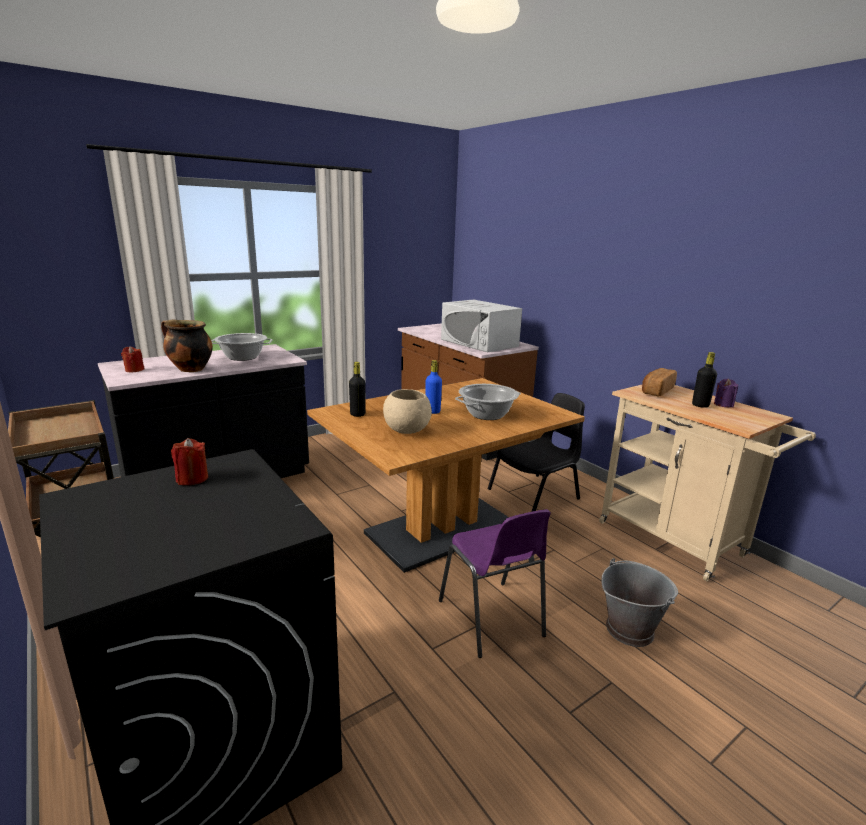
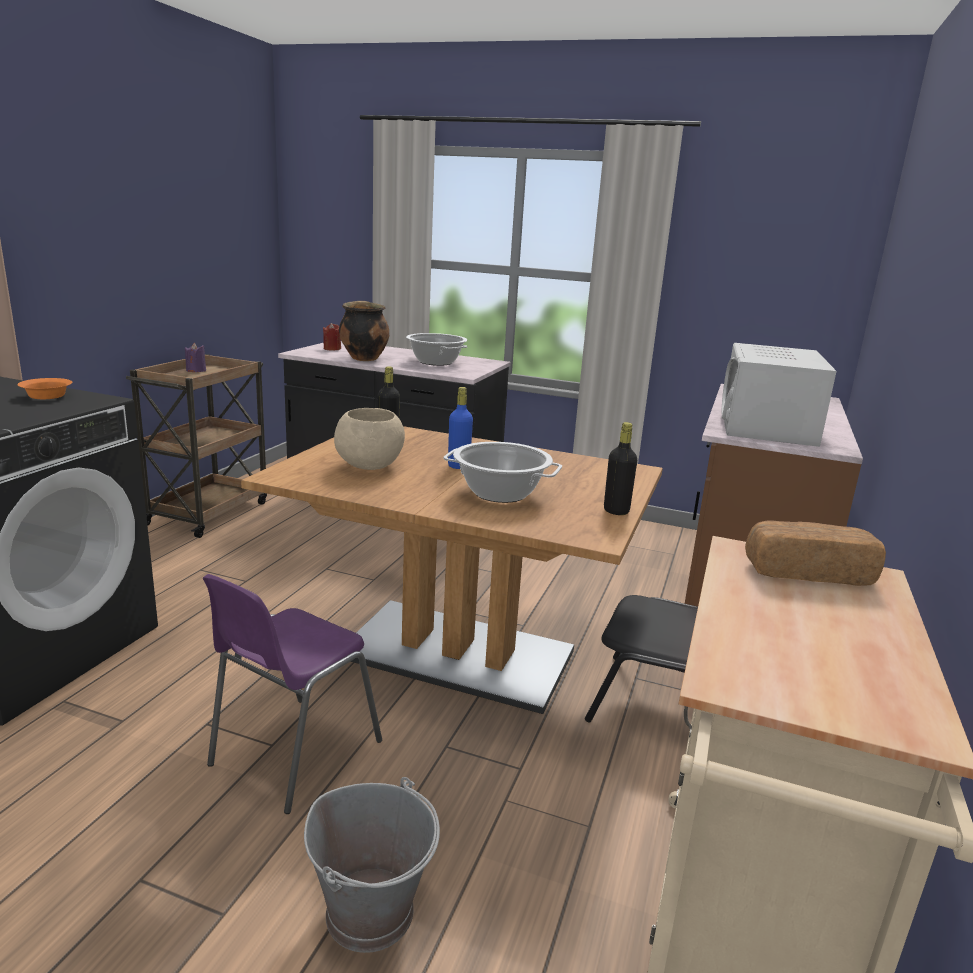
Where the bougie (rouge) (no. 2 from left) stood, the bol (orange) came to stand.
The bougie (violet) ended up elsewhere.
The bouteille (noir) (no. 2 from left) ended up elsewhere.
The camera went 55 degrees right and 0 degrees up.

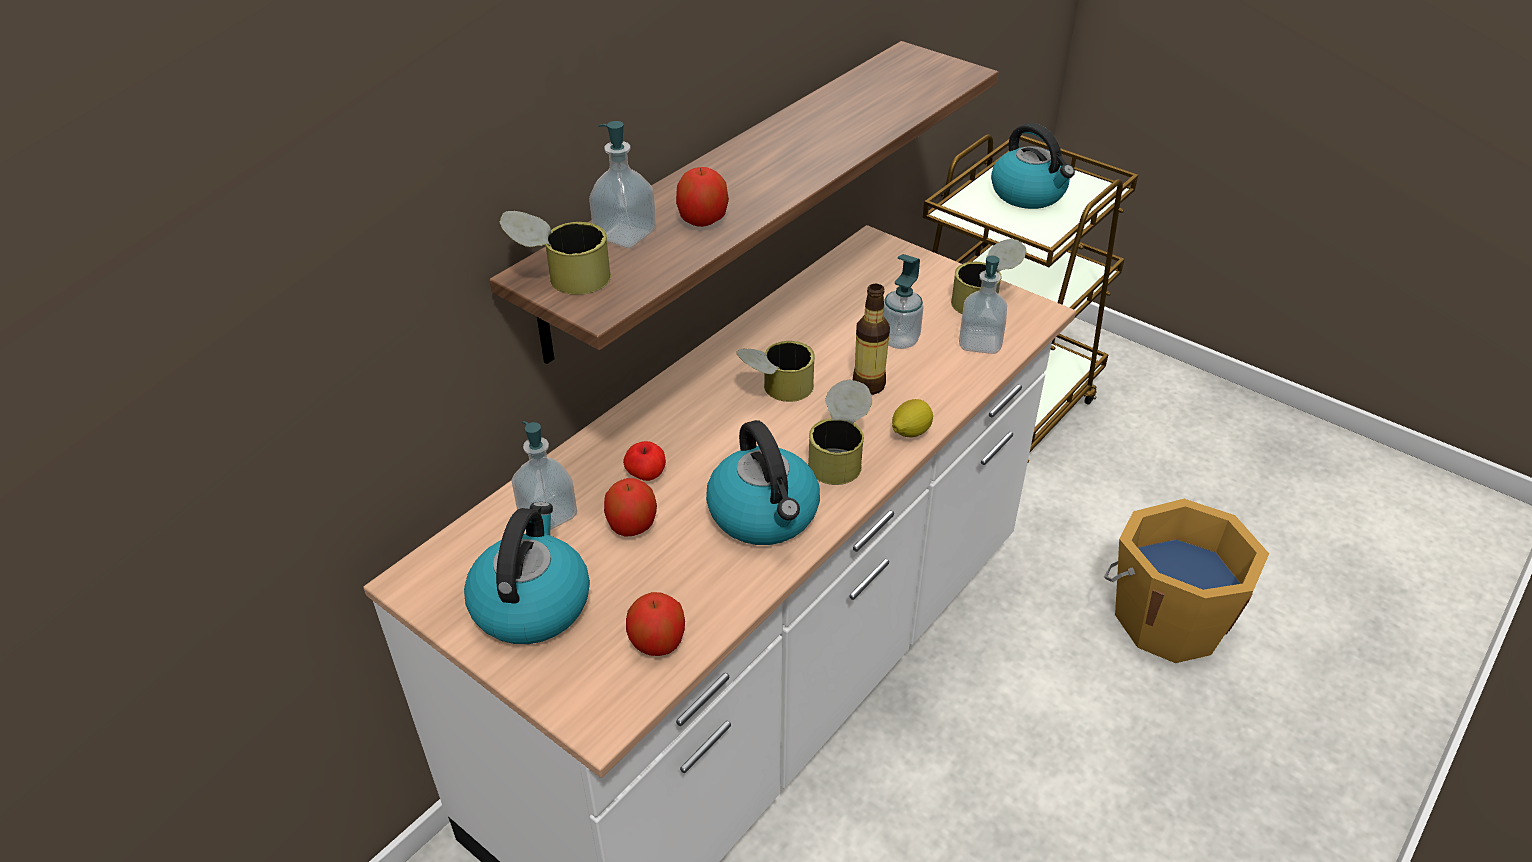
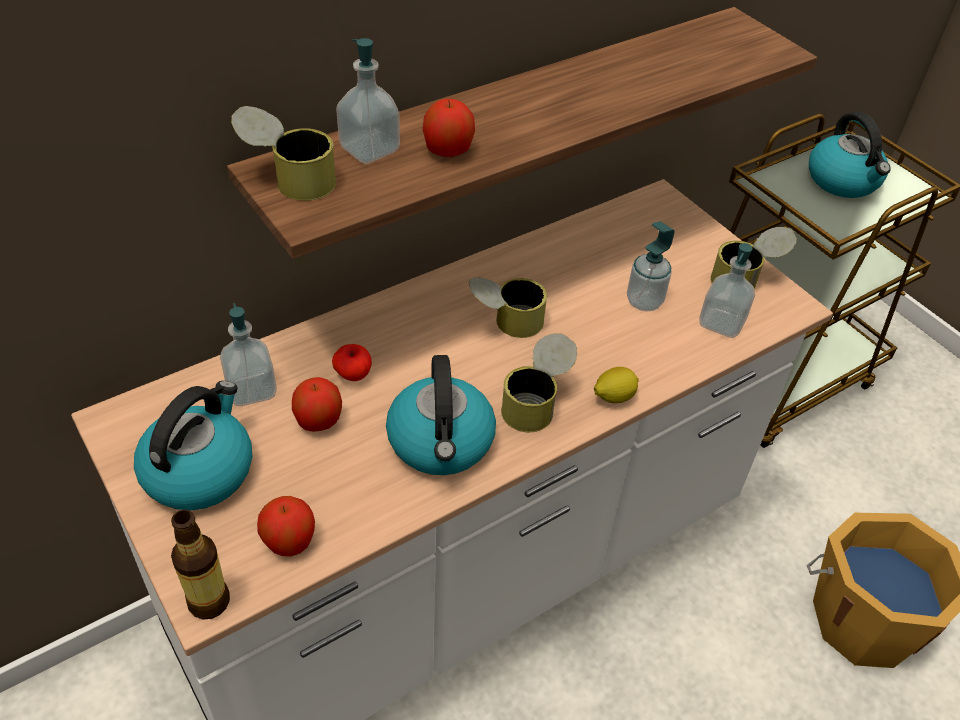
The bouteille ended up elsewhere.
The camera went 15 degrees right and 5 degrees up.

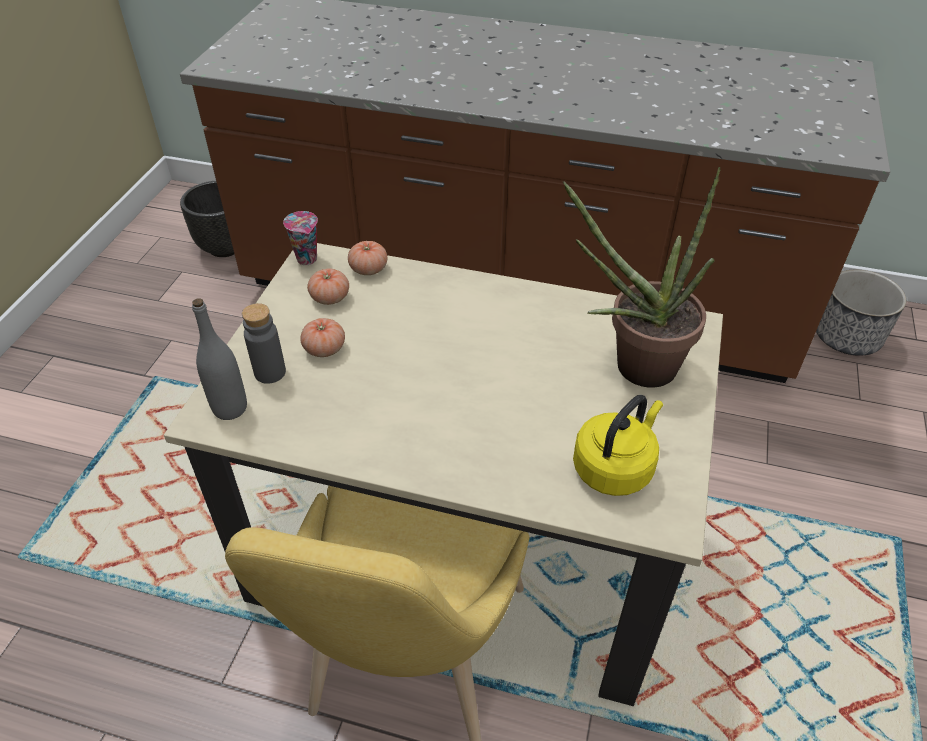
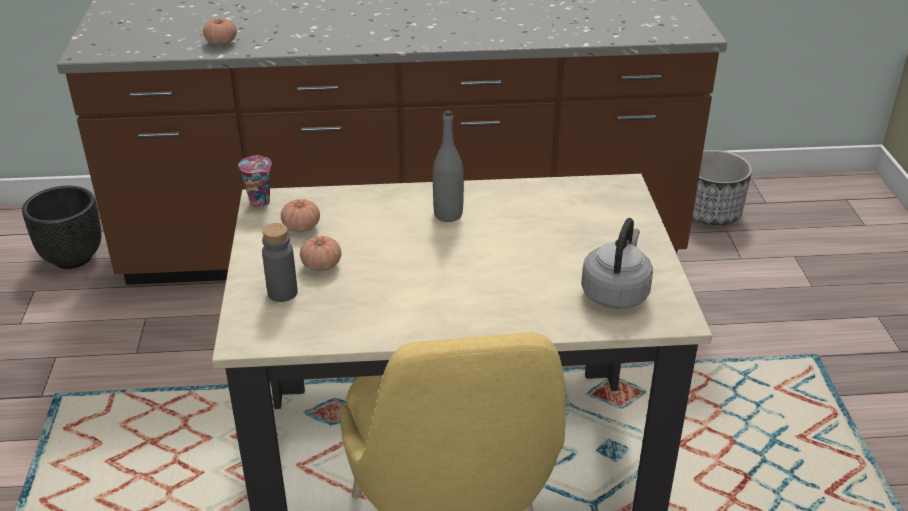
The tomate (no. 3 from left in the first image) ended up elsewhere.
The bouteille (gris) (no. 1 from left in the first image) ended up elsewhere.
What was the bouilloire (jaune) turned into the bouilloire (gris).
The second view lost the plante en pot.
The camera went 20 degrees left and 10 degrees down.

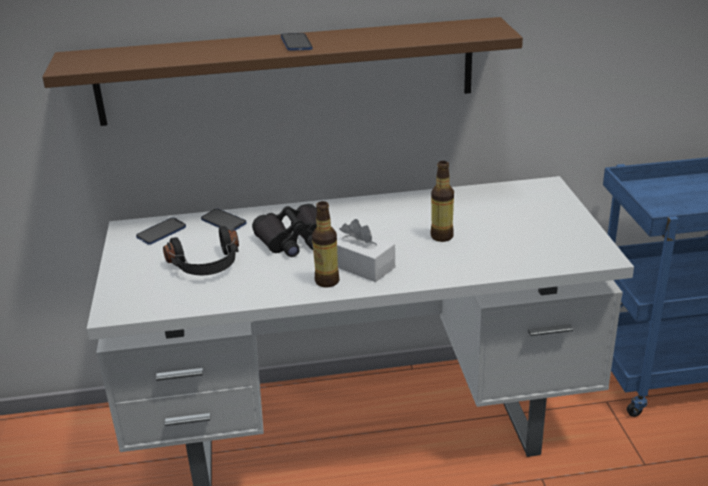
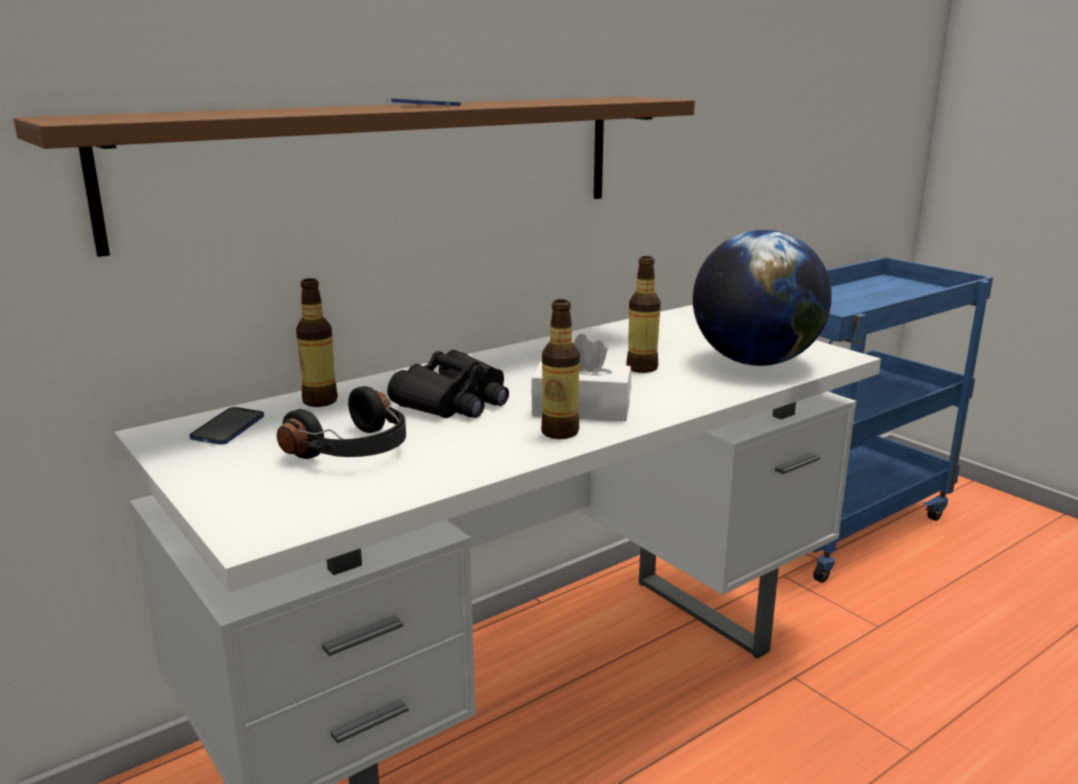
Where the téléphone (no. 2 from left) stood, the bouteille (no. 1 from left) came to stand.
The second view gained the globe.
The camera went 30 degrees left and 10 degrees down.

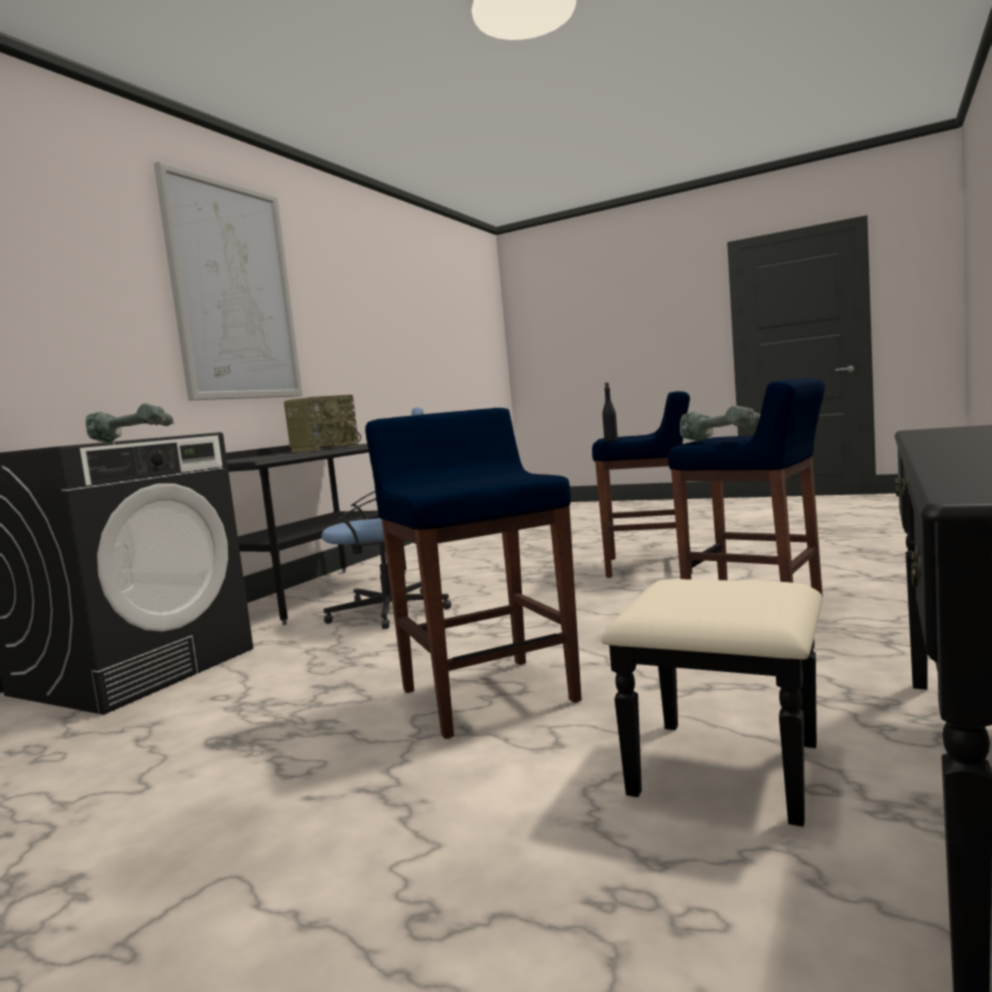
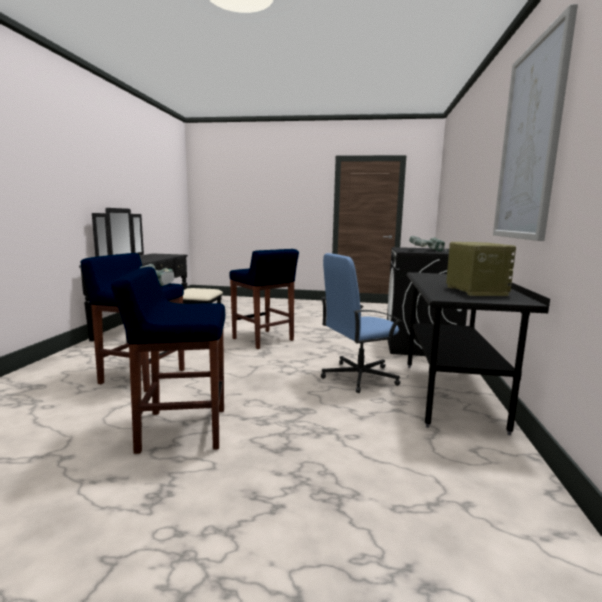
The radio ended up facing another way, 150 degrees clockwise from before.
The second view lost the bouteille (noir).
The camera went 160 degrees right and 5 degrees up.

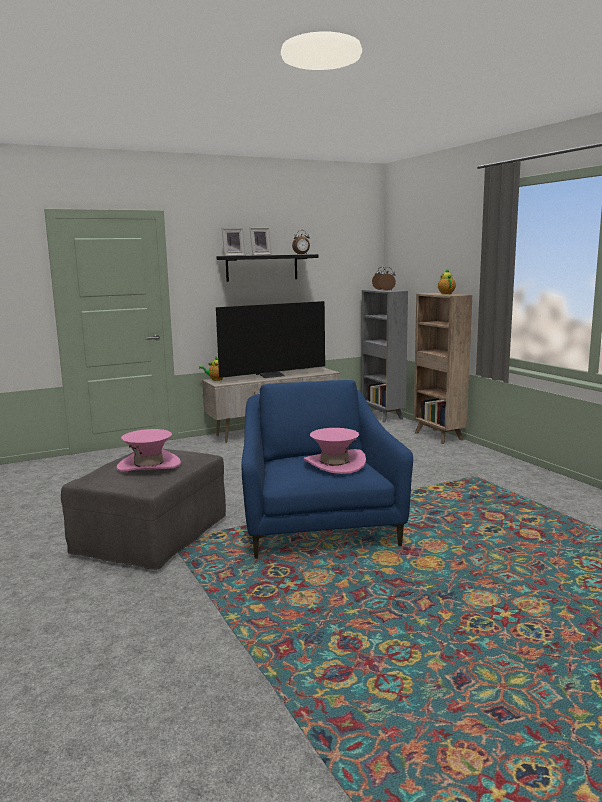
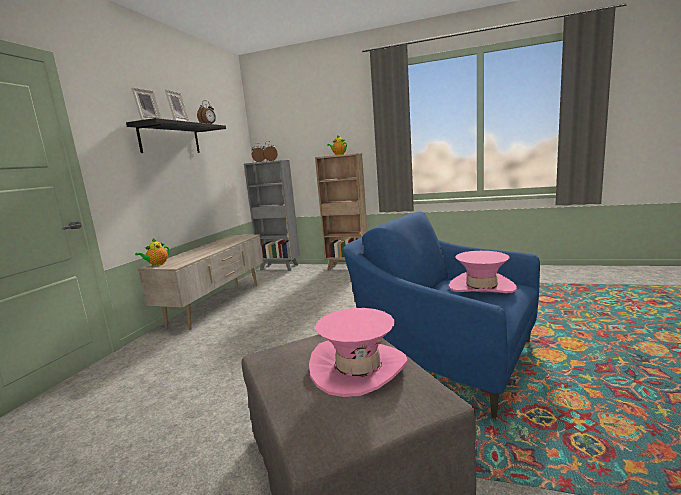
The second view lost the téléviseur.
The camera went 45 degrees left and 0 degrees up.

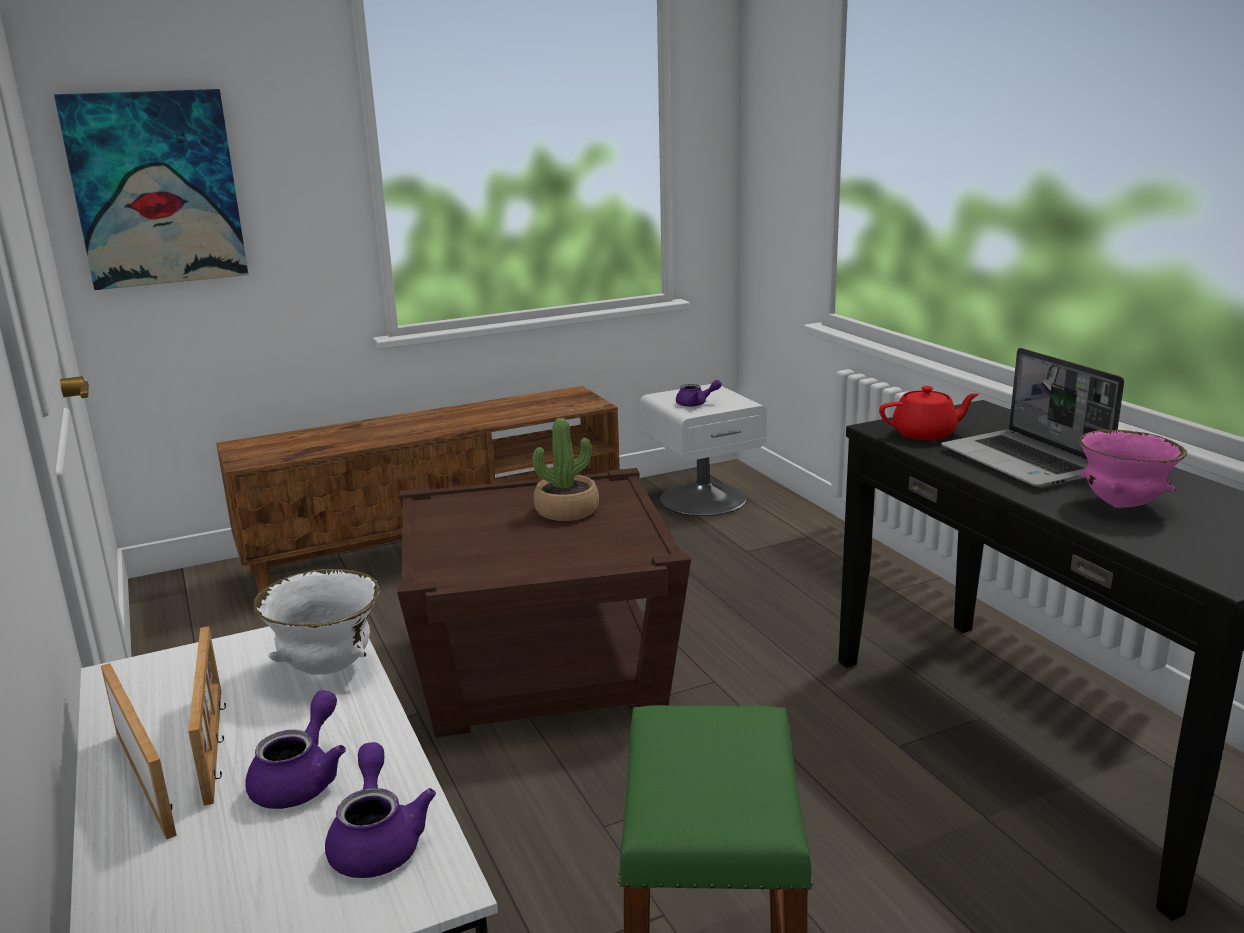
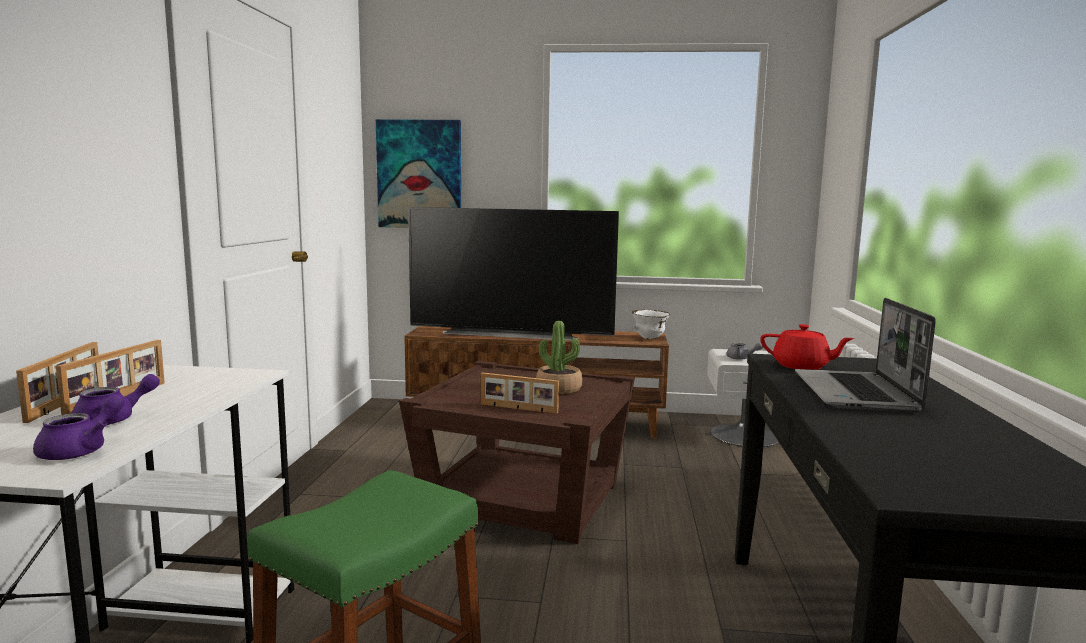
The second view gained the téléviseur.
The second view gained the cadre photo (no. 3 from left).
The bol (blanc) ended up elsewhere.
What was the théière (violet) (no. 3 from left) turned into the théière (gris).
The second view lost the bol (rose).
The camera went 30 degrees right and 10 degrees down.

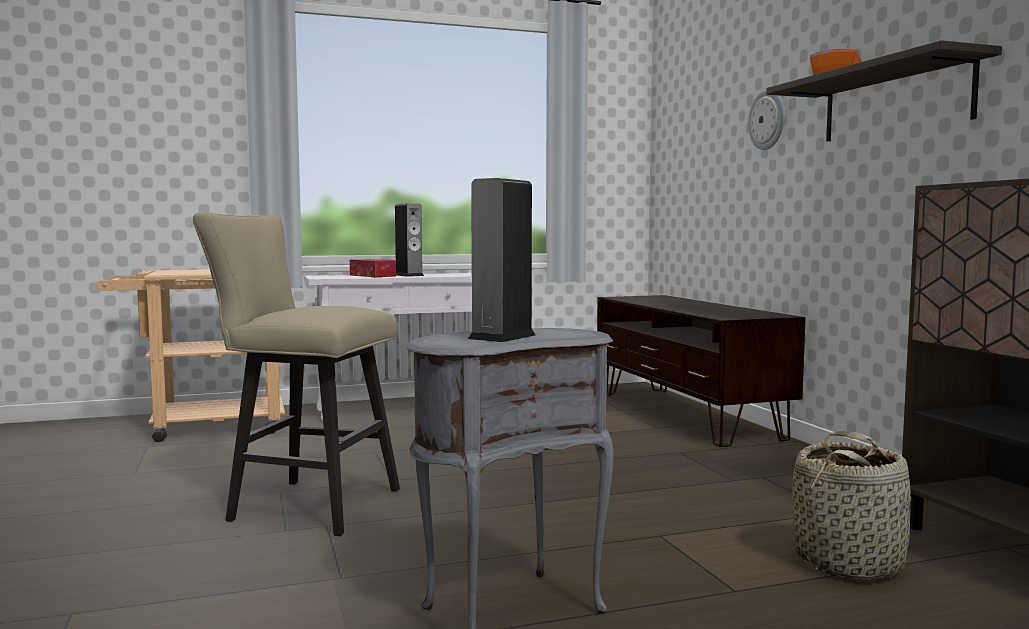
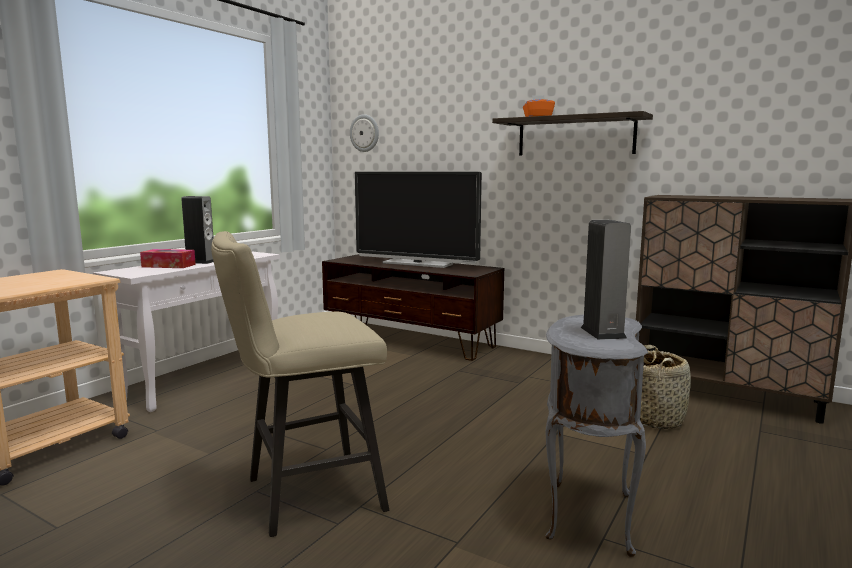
The horloge murale ended up elsewhere.
The second view gained the téléviseur.
The camera went 40 degrees left and 5 degrees up.

